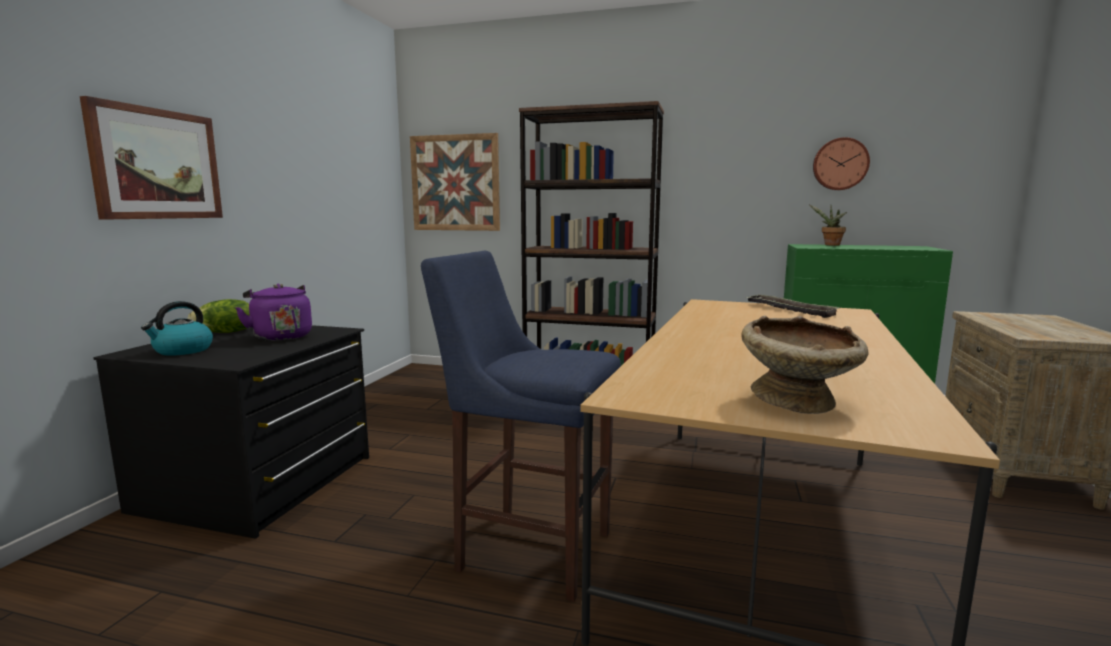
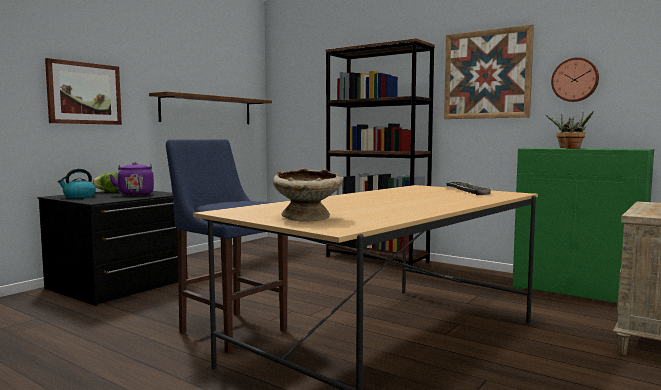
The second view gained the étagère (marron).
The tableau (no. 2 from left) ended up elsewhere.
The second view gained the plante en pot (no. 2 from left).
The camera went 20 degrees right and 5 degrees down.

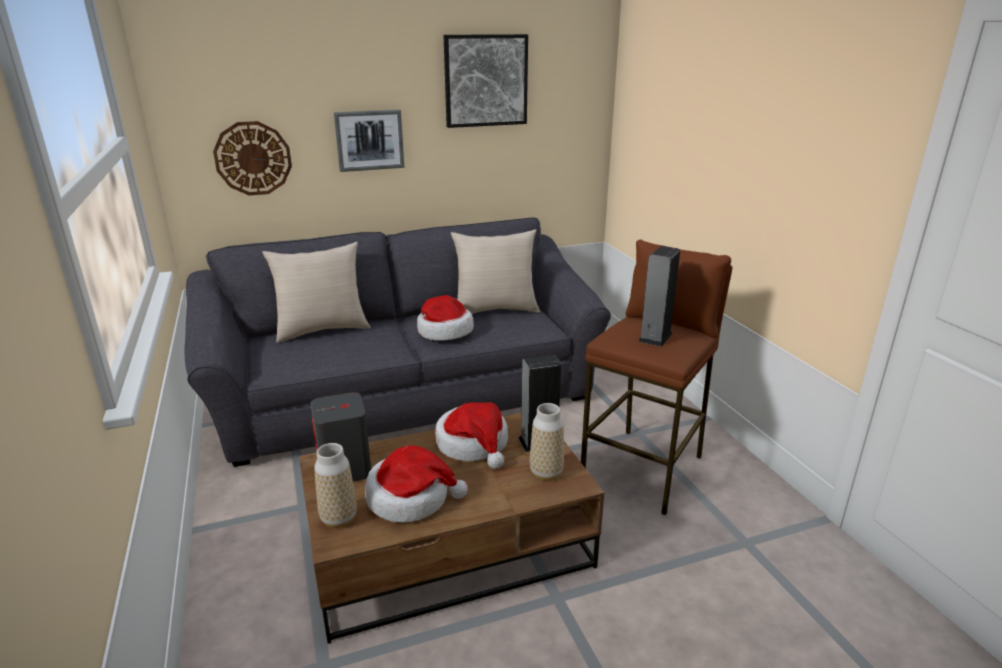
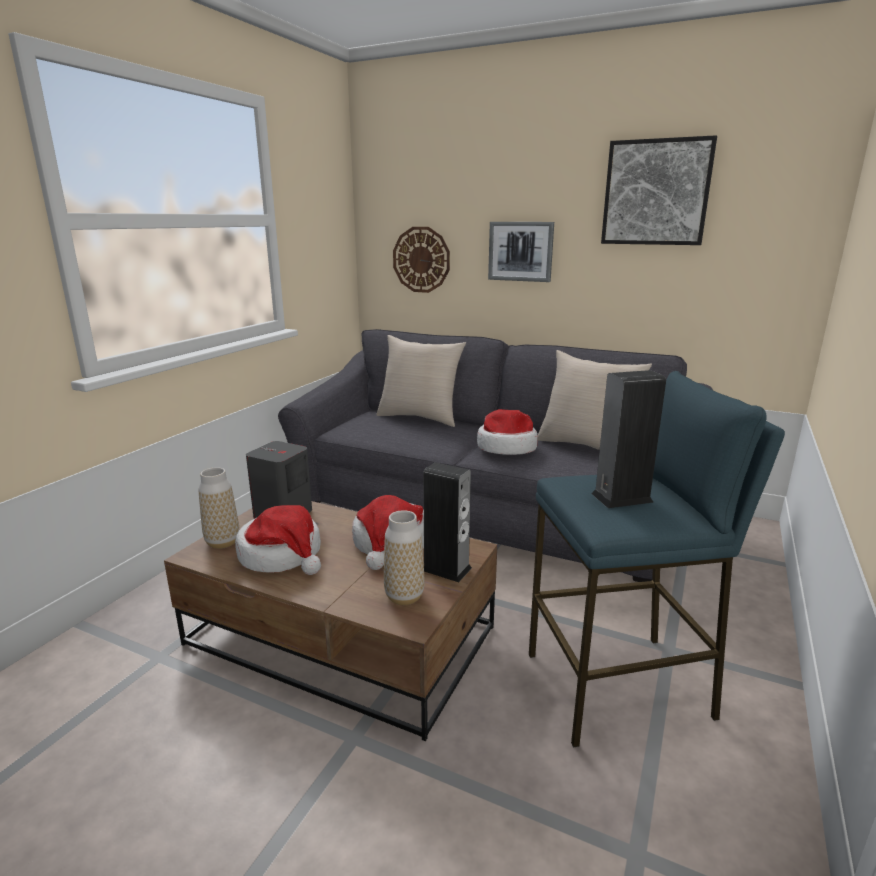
What was the tabouret (marron) turned into the tabouret (bleu).
The camera went 45 degrees right and 5 degrees down.

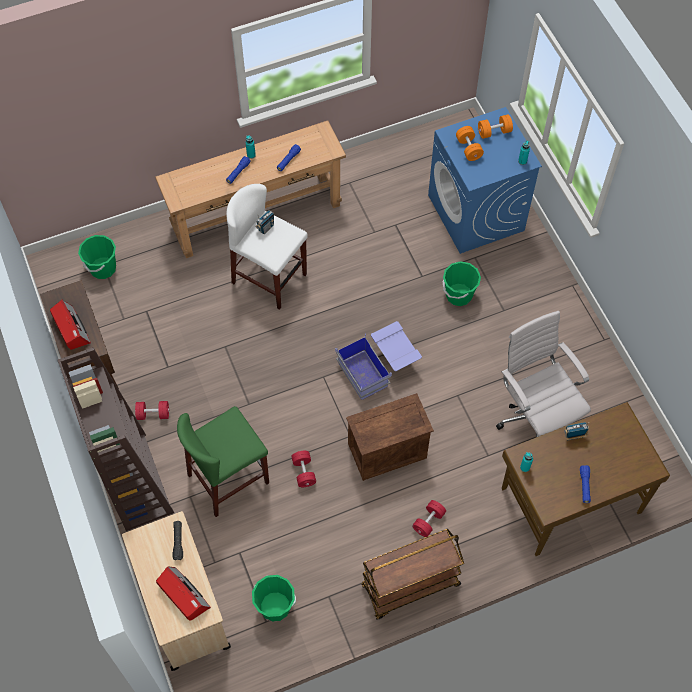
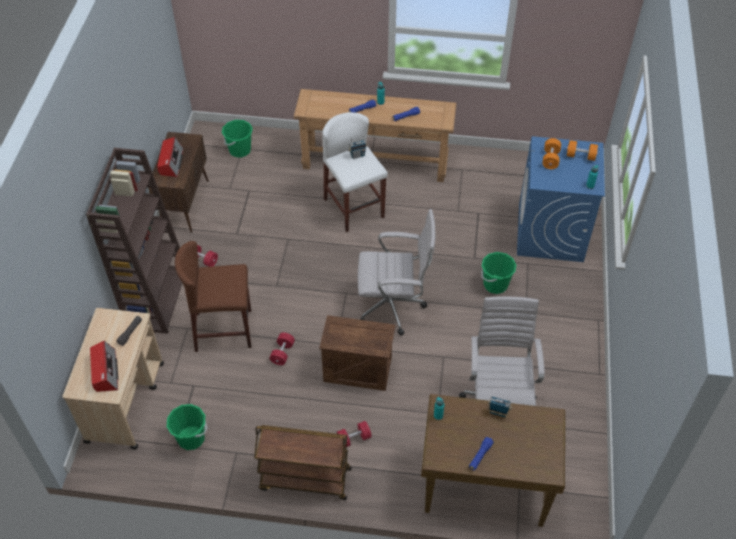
What was the tabouret (vert) turned into the tabouret (marron).
Where the boîte de rangement (bleu) stood, the chaise de bureau (blanc) (no. 1 from left) came to stand.
The camera went 30 degrees right and 10 degrees down.

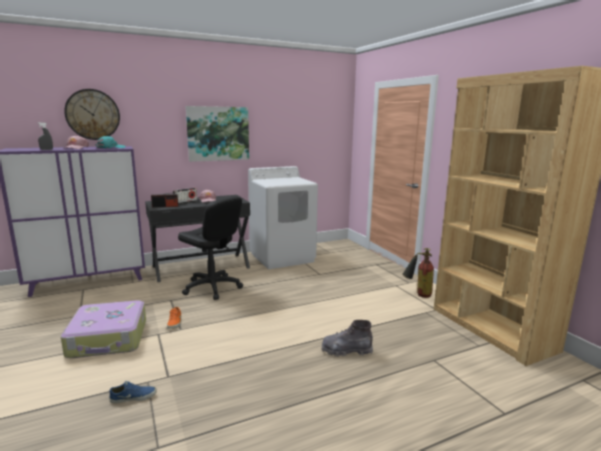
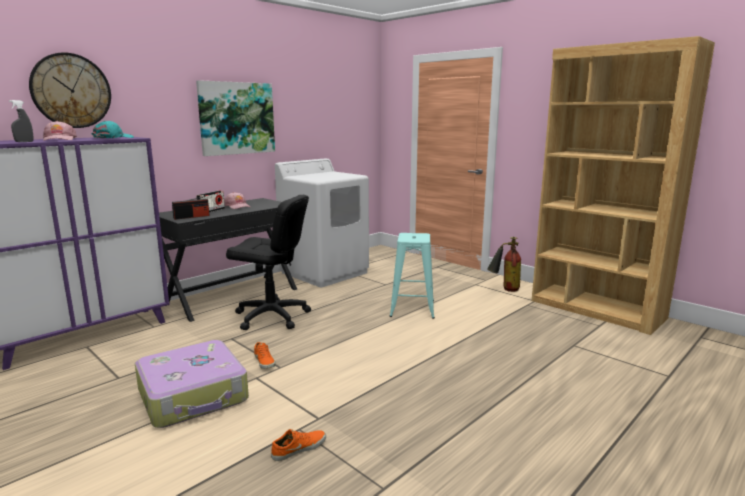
What was the chaussure (bleu) turned into the chaussure (orange) (no. 2 from left).
The second view gained the tabouret (turquoise).
The second view lost the botte (gris).
The camera went 20 degrees left and 0 degrees up.

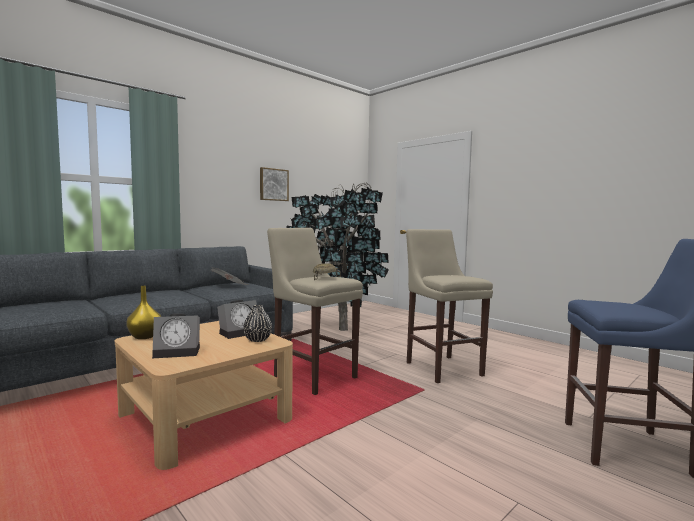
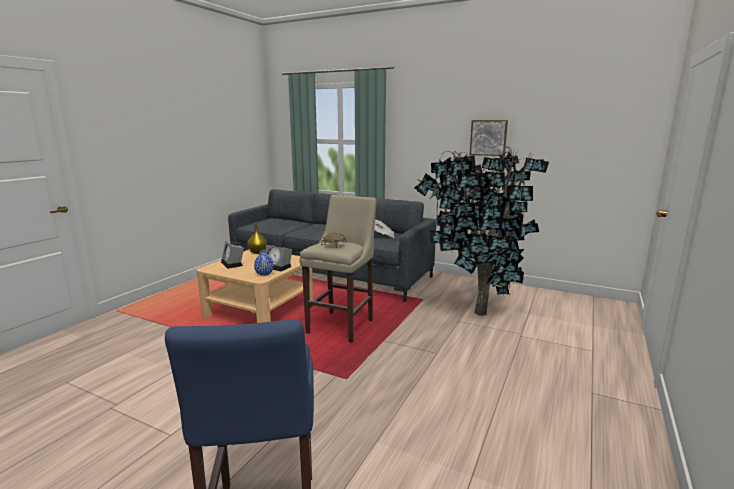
What was the vase (noir) turned into the vase (bleu).
The second view lost the tabouret (beige) (no. 2 from left).
The camera went 70 degrees right and 10 degrees up.

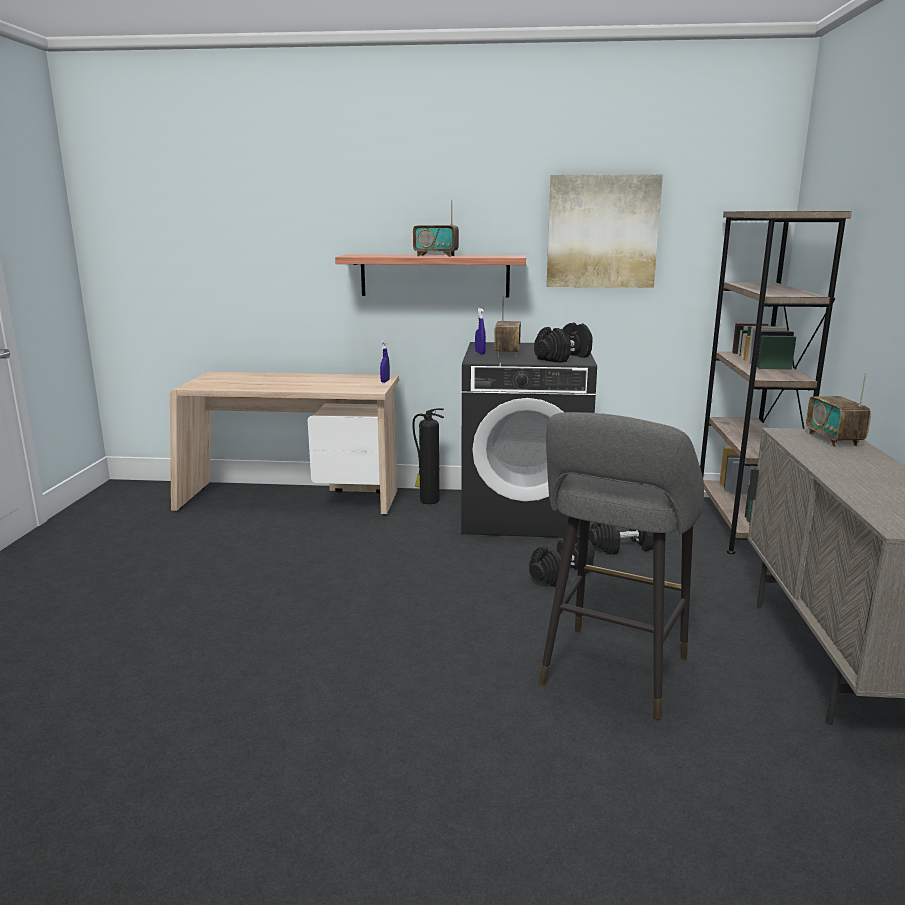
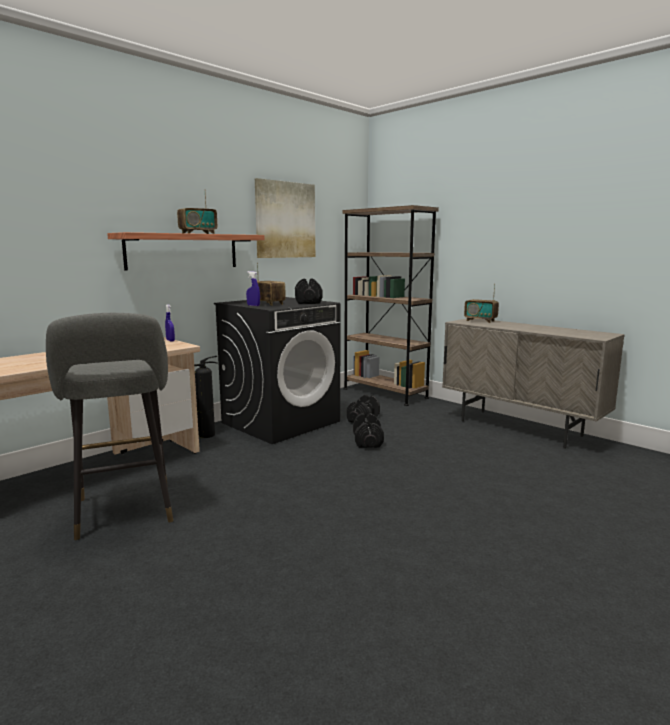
The tabouret (gris) ended up elsewhere.
The camera went 50 degrees left and 5 degrees down.

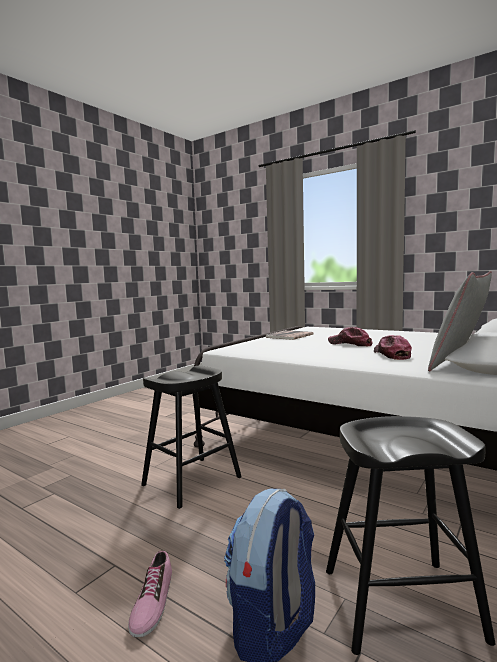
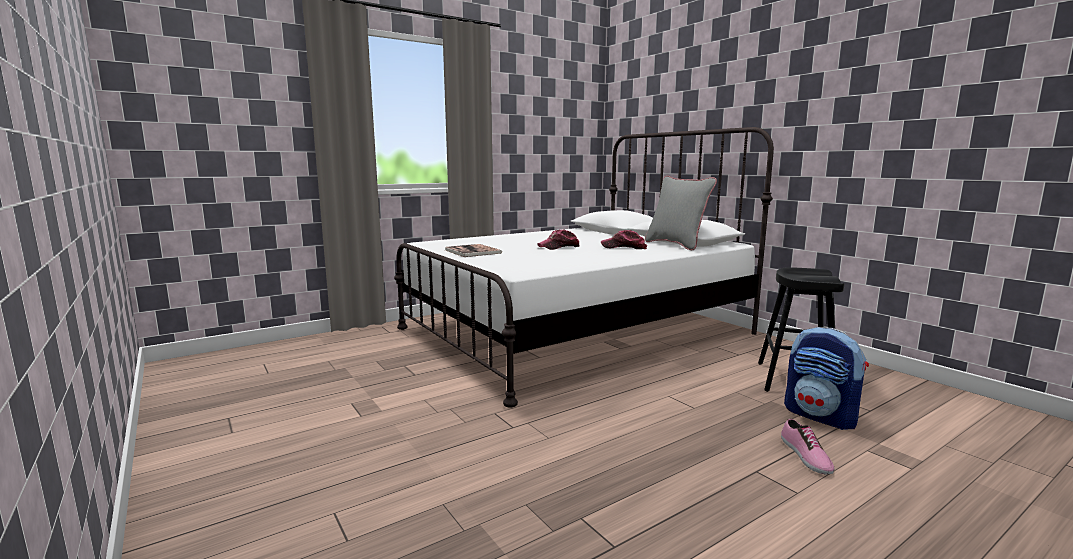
The chaussure ended up facing another way, 60 degrees clockwise from before.
The second view lost the tabouret (noir) (no. 1 from left).
The camera went 70 degrees left and 5 degrees up.

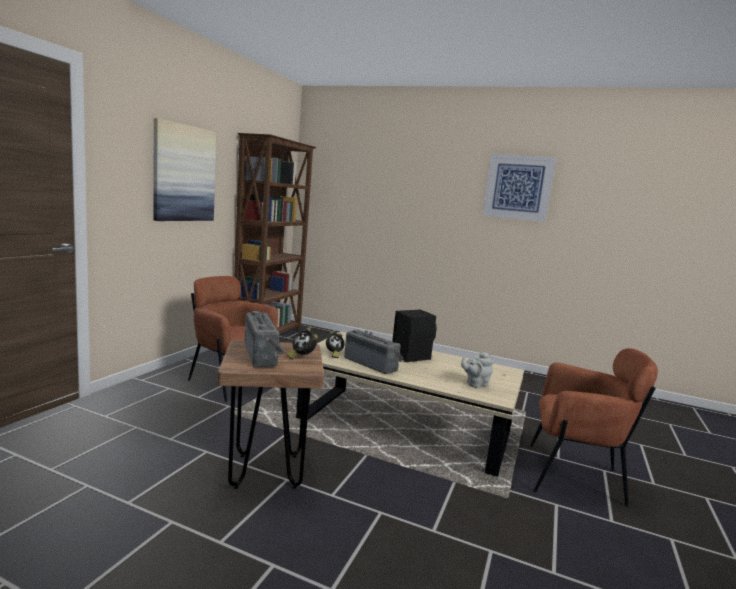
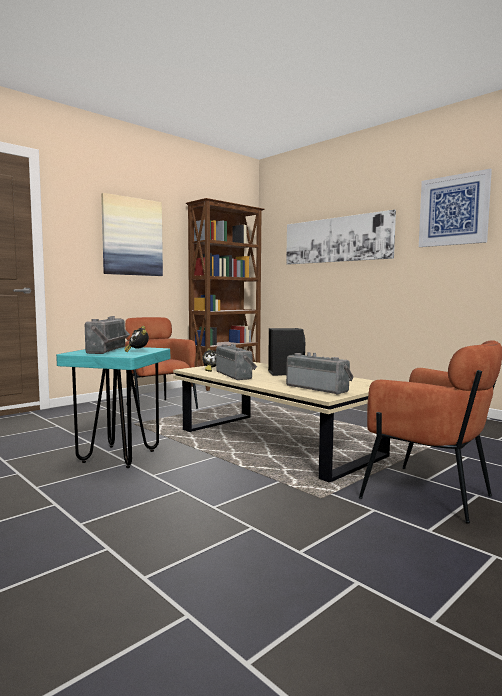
What was the tabouret (marron) turned into the tabouret (turquoise).
The second view gained the tableau (no. 2 from left).
Where the théière (gris) stood, the radio (no. 3 from left) came to stand.
The camera went 25 degrees right and 5 degrees down.

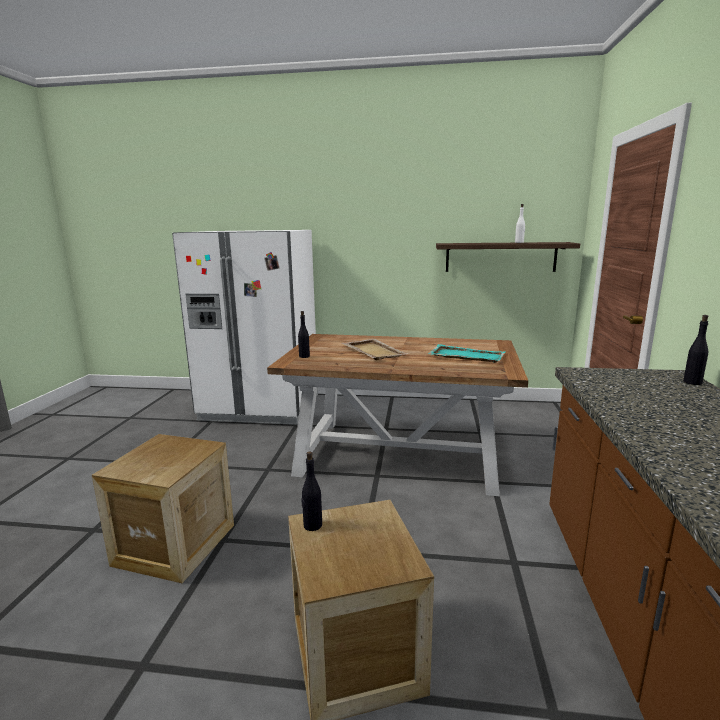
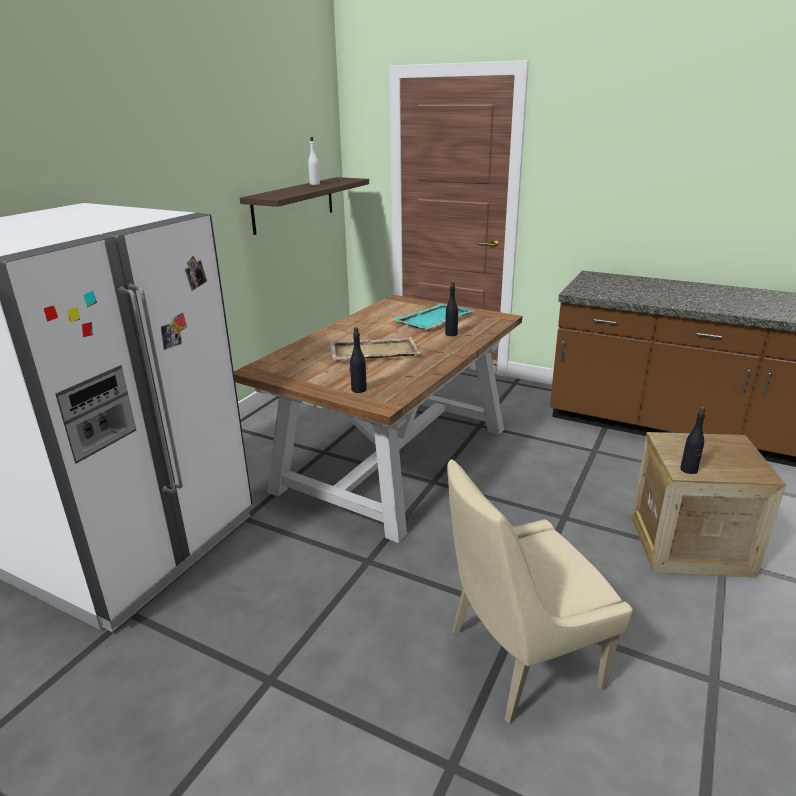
The bouteille (noir) (no. 3 from left in the first image) ended up elsewhere.
Where the caisse (no. 1 from left) stood, the chaise (beige) came to stand.
The camera went 70 degrees left and 10 degrees up.

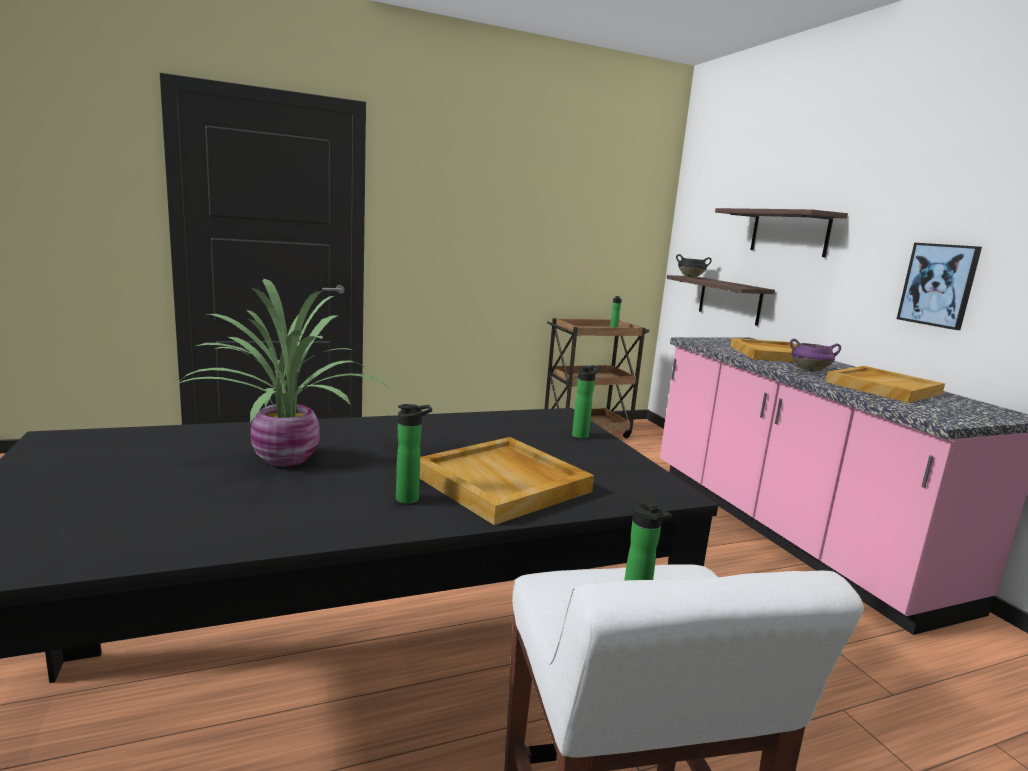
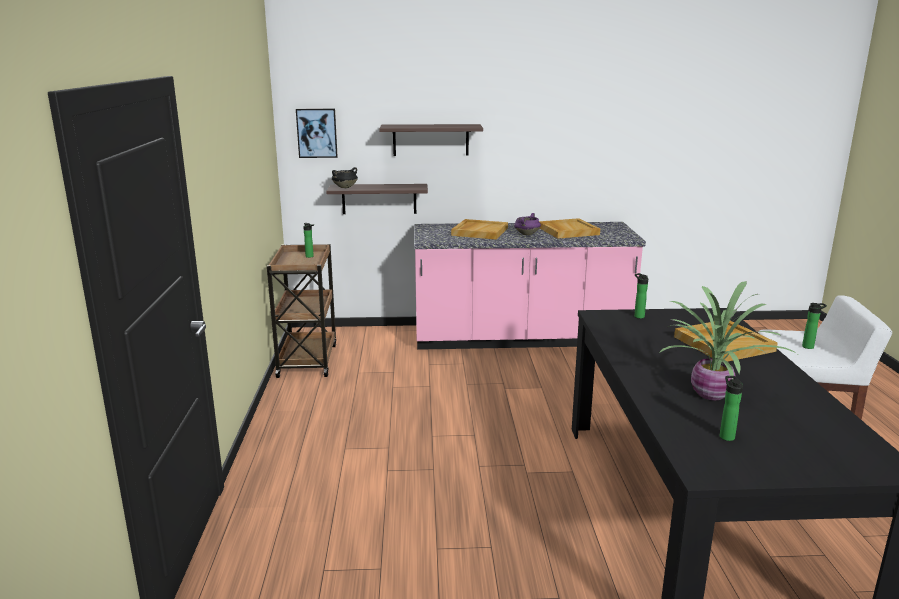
The tableau ended up elsewhere.
The bouteille (no. 1 from left in the first image) ended up elsewhere.
The camera went 70 degrees left and 5 degrees up.

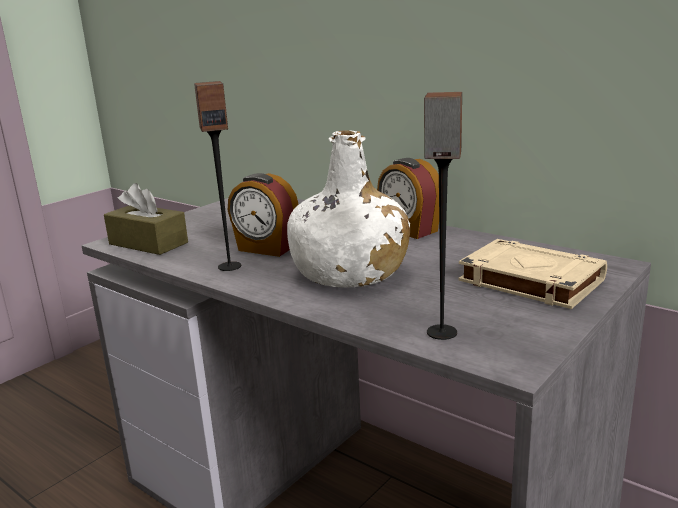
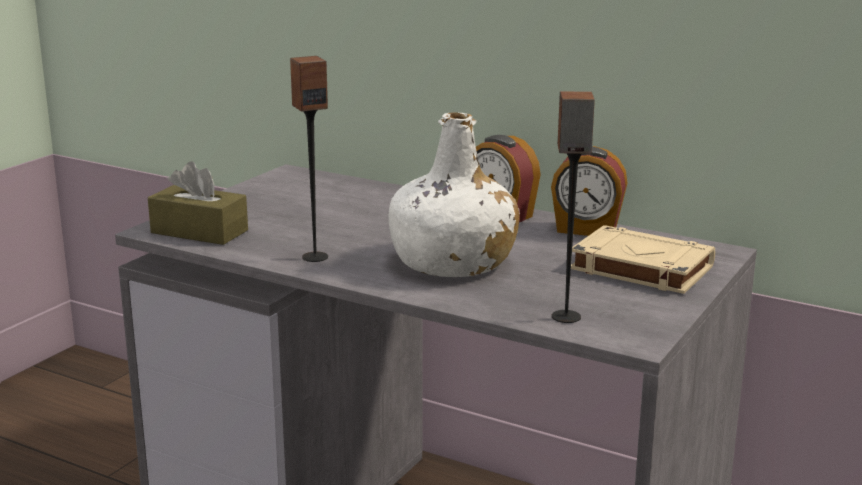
The réveil (no. 1 from left in the first image) ended up elsewhere.
The camera went 10 degrees left and 0 degrees up.

